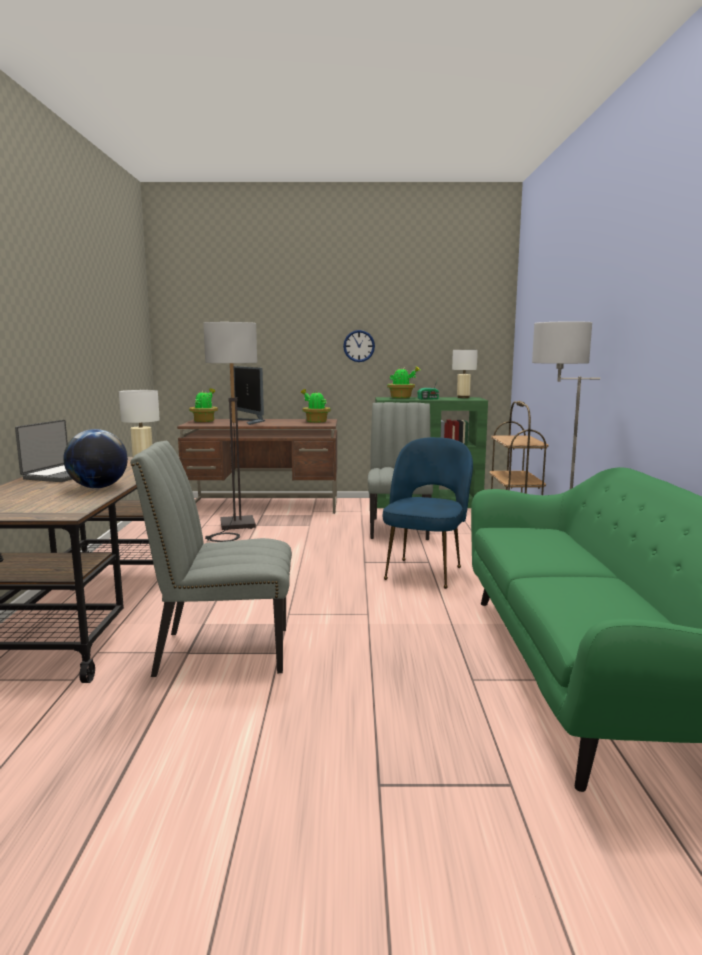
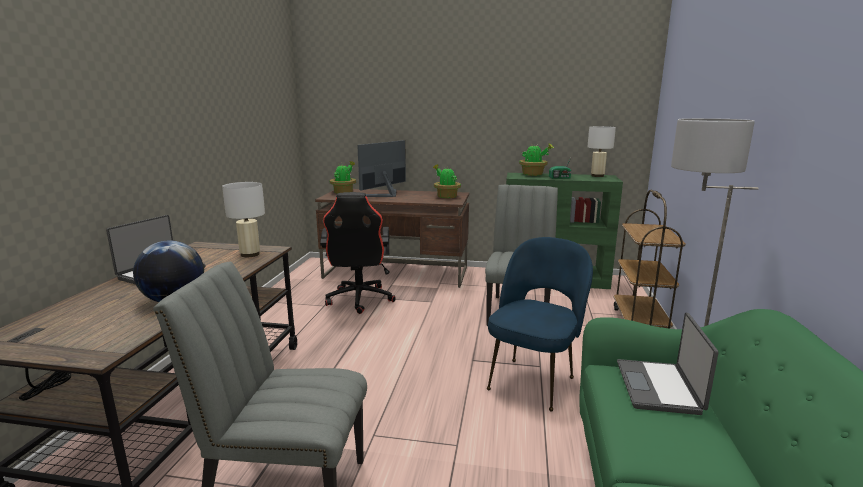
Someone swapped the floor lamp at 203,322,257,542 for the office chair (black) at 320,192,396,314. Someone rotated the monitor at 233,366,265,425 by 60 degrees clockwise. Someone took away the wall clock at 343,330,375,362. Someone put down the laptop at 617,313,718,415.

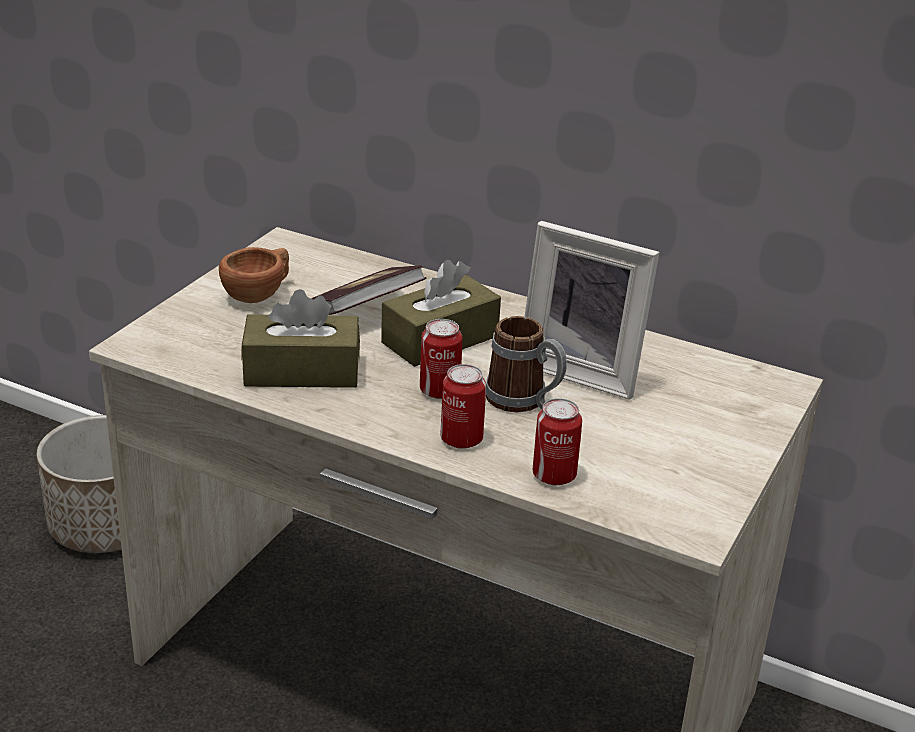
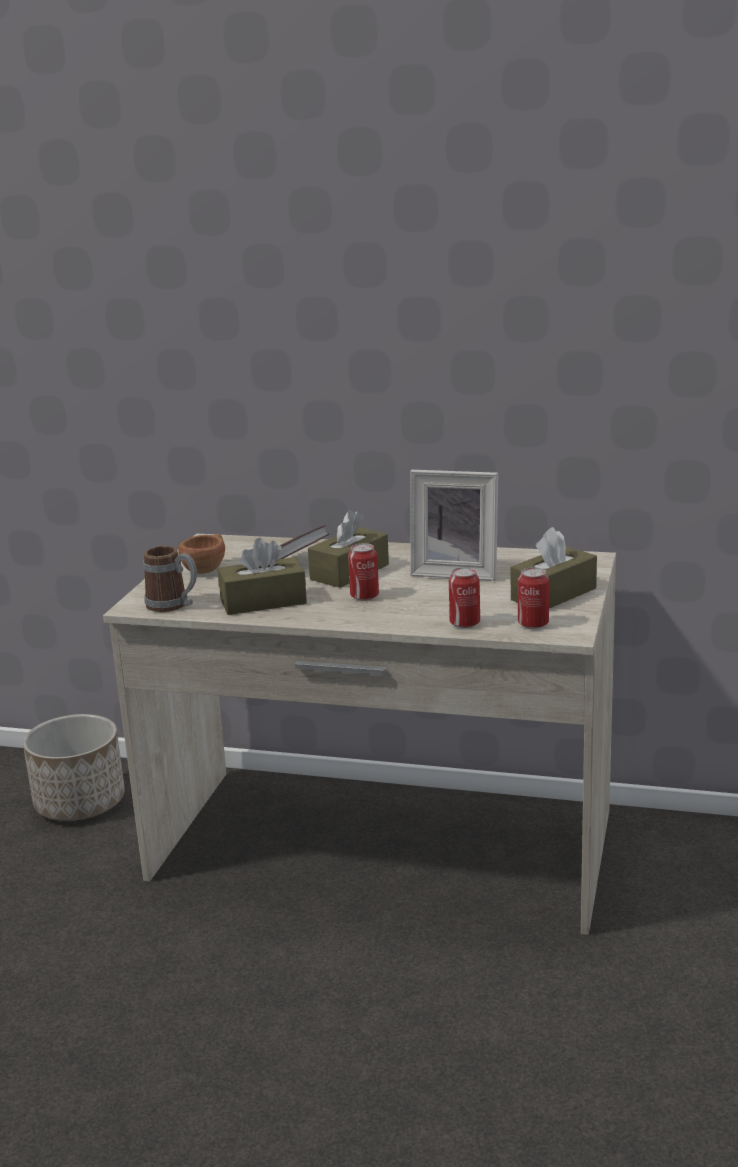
Someone carried the can from 440,364,486,449 to 518,567,549,629. Someone carried the mug from 486,316,567,412 to 143,546,197,612. Someone put down the tissue box (brown) at 511,527,597,608.

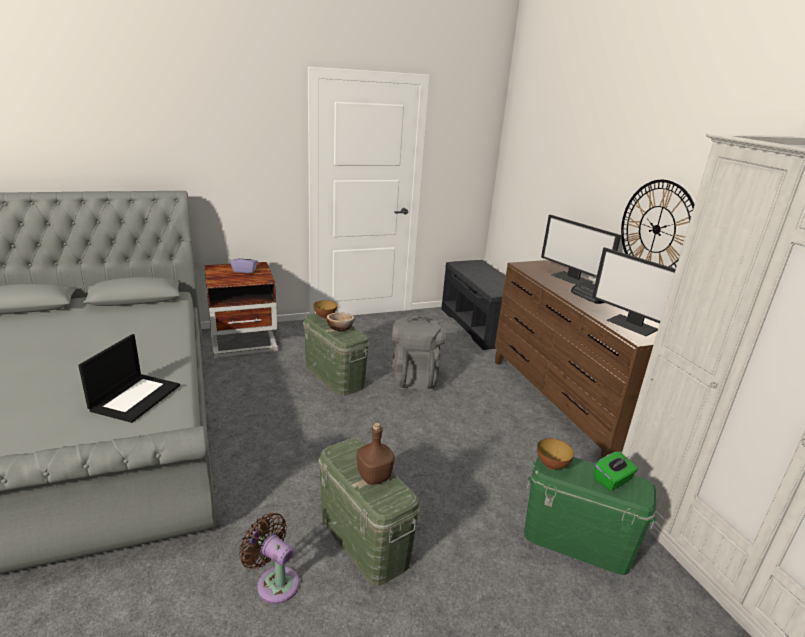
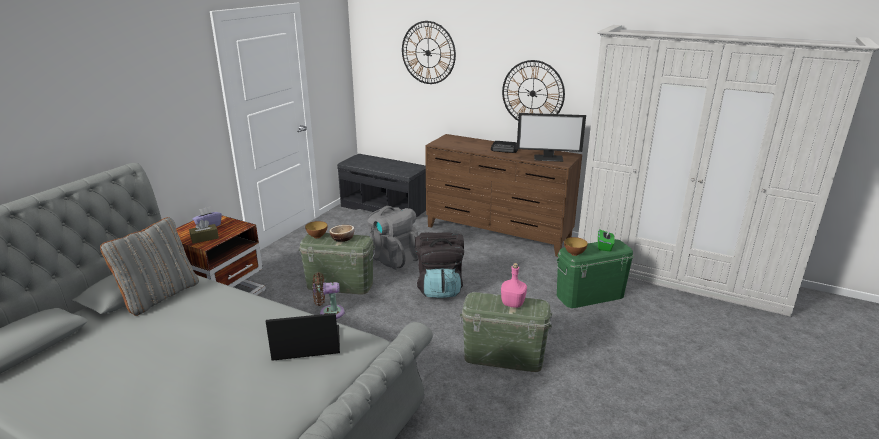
Someone rotated the laptop at 78,334,180,423 by 75 degrees counterclockwise. Someone carried the fan (brown) from 239,513,300,604 to 313,272,345,319. Someone repainted the bottle (brown) at 357,422,395,485, which became the bottle (pink) at 501,263,527,308. Someone took away the monitor at 541,215,621,285. Someone put down the pillow (grey) at 100,217,199,316. Someone put down the tissue box (brown) at 189,220,219,244. Someone put up the wall clock at 402,21,456,84. Someone put down the backpack (black) at 415,232,464,298.

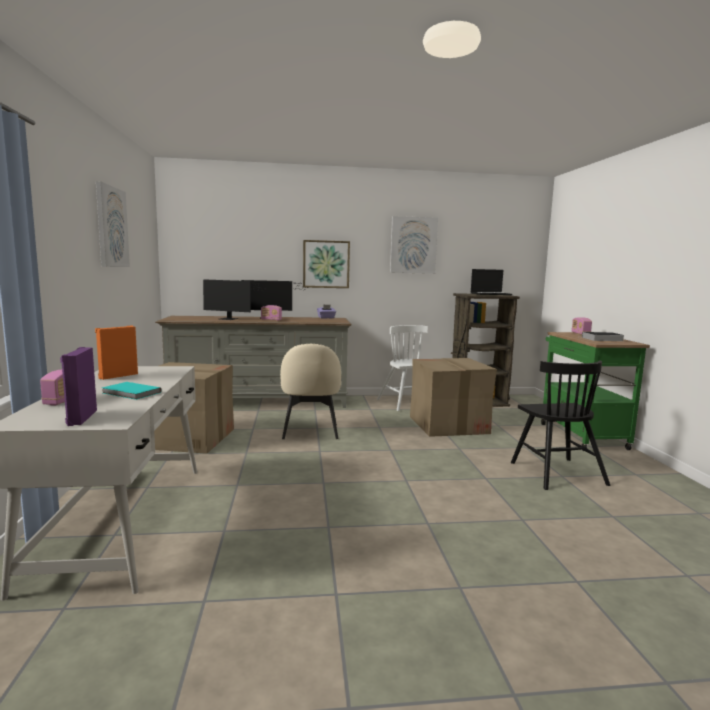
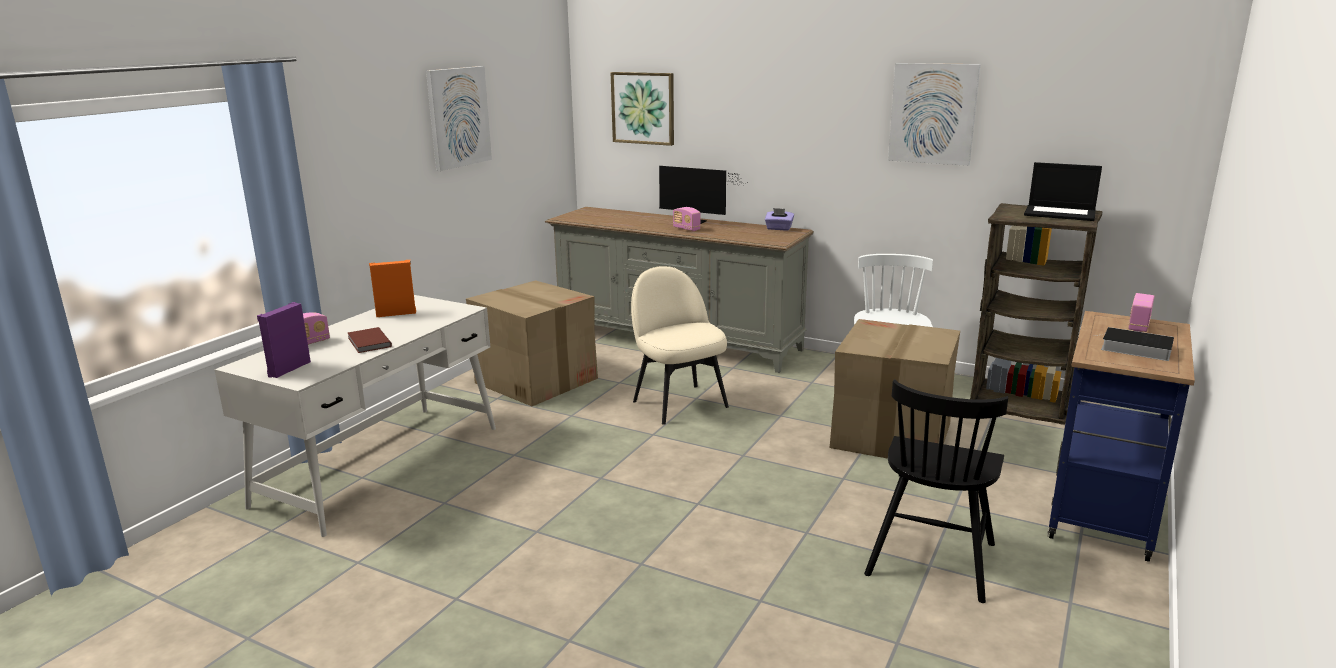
Someone repainted the book (turquoise) at 102,382,162,400, which became the book (brown) at 348,327,392,353. Someone took away the monitor at 203,279,258,320. Someone rotated the chair (beige) at 280,344,341,439 by 120 degrees clockwise. Someone carried the picture from 303,240,350,288 to 611,72,674,146. Someone repainted the cart (green) at 541,332,650,451, which became the cart (blue) at 1047,311,1195,562.

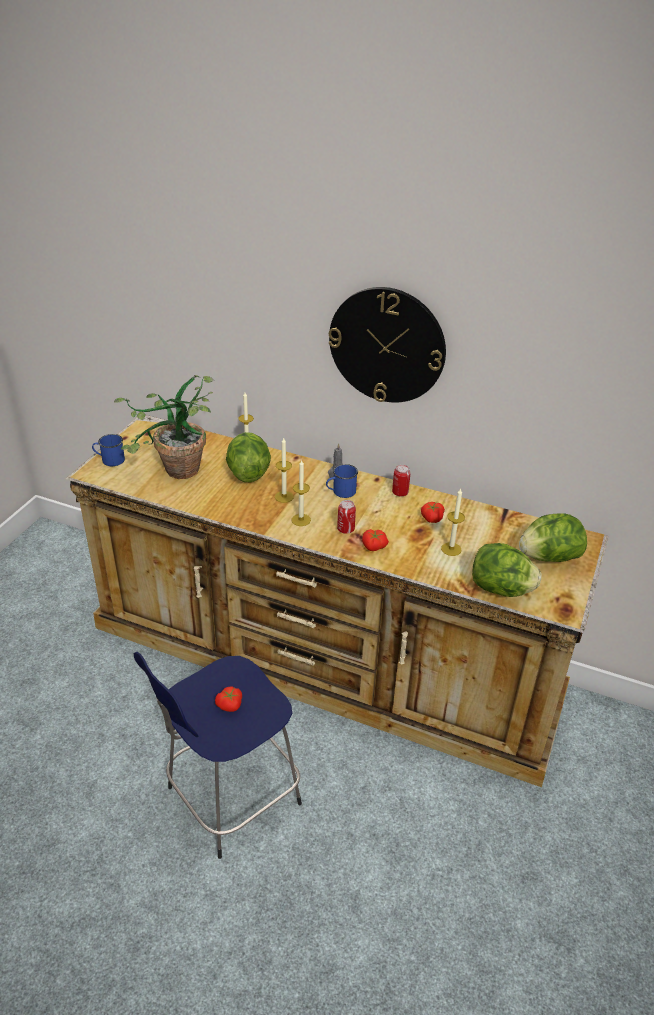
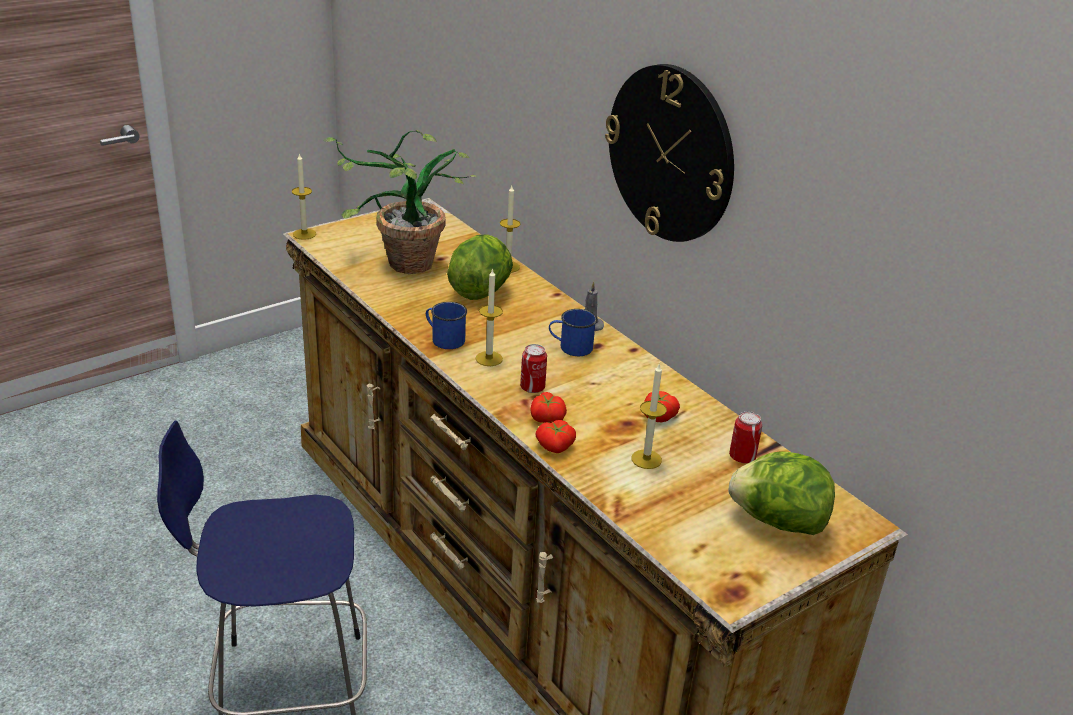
Someone carried the mug (blue) from 92,434,125,466 to 426,302,467,349. Someone carried the tomato from 215,686,242,712 to 535,420,576,453. Someone carried the candle from 275,438,294,503 to 292,153,316,240. Someone carried the can from 392,464,411,497 to 729,411,762,463. Someone took away the lettuce at 472,543,541,597.

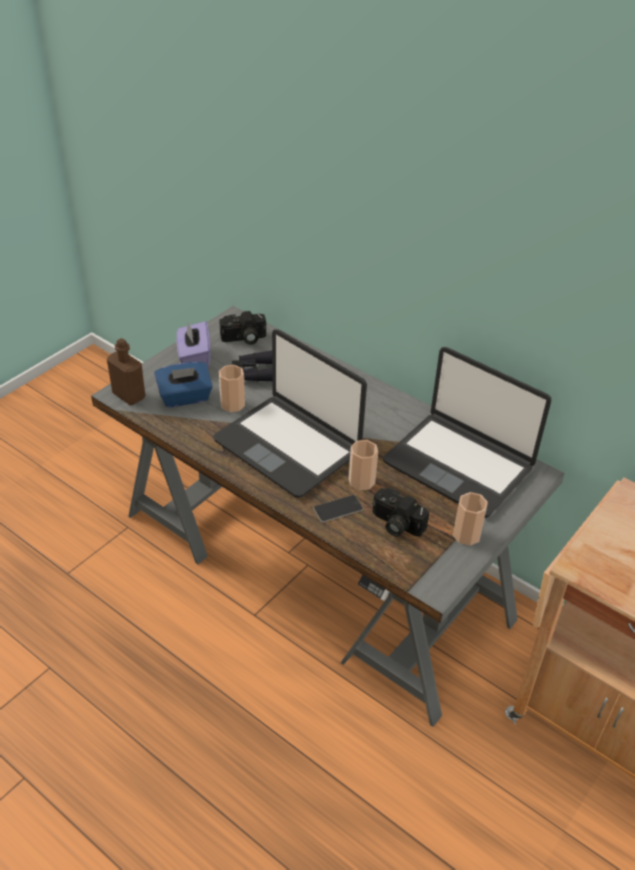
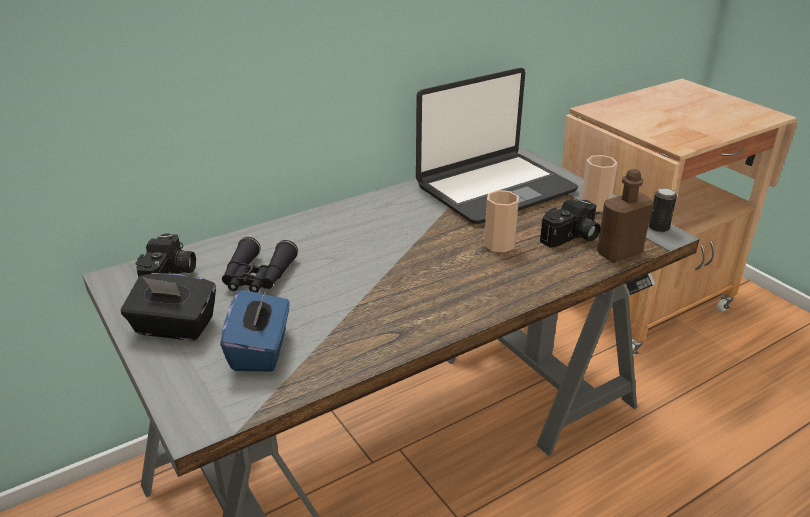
Someone carried the bottle (brown) from 107,338,145,405 to 597,169,653,263. Someone repainted the tissue box (purple) at 176,321,211,368, which became the tissue box (black) at 121,273,216,340. Someone took away the laptop at 213,329,367,498. Someone took away the cup at 219,365,245,412. Someone took away the phone at 313,495,363,522. Someone put down the can at 649,188,677,232.

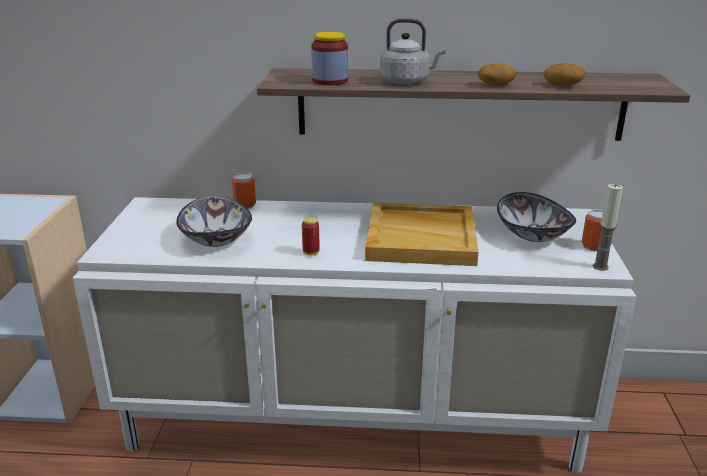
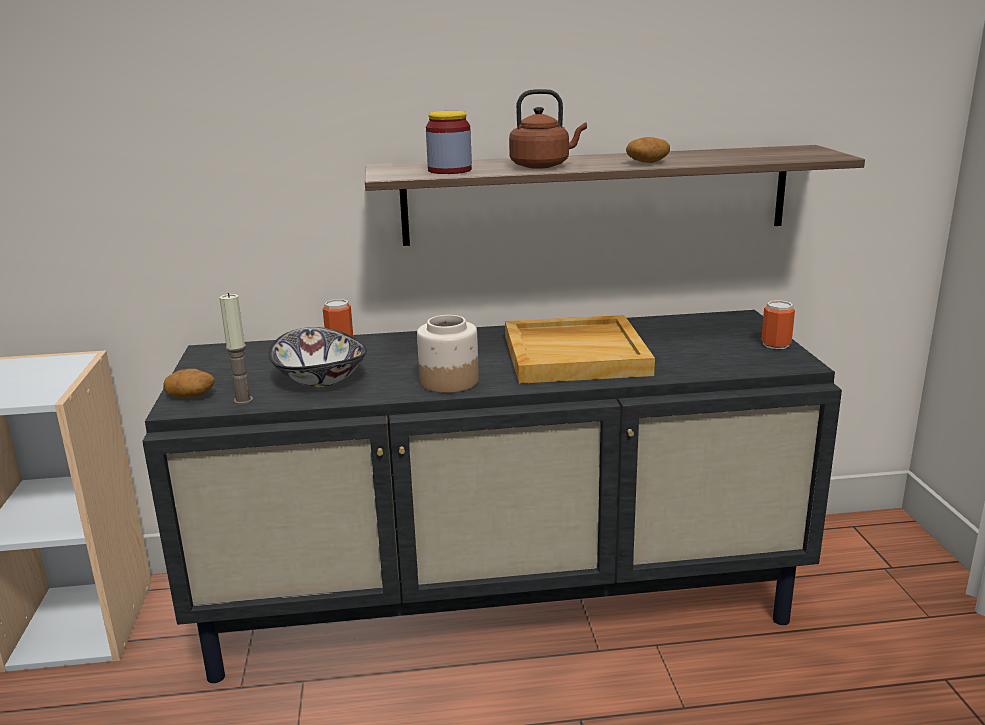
Someone repainted the cabinet (white) at 73,197,636,473, which became the cabinet (black) at 142,310,842,683. Someone swapped the can at 302,217,320,255 for the jar at 417,315,479,393. Someone repainted the kettle (grey) at 380,18,446,85, which became the kettle (brown) at 509,89,587,169. Someone took away the bowl at 497,192,576,242. Someone carried the potato from 543,63,586,86 to 163,369,215,397. Someone carried the candle from 593,184,623,271 to 219,293,253,404.

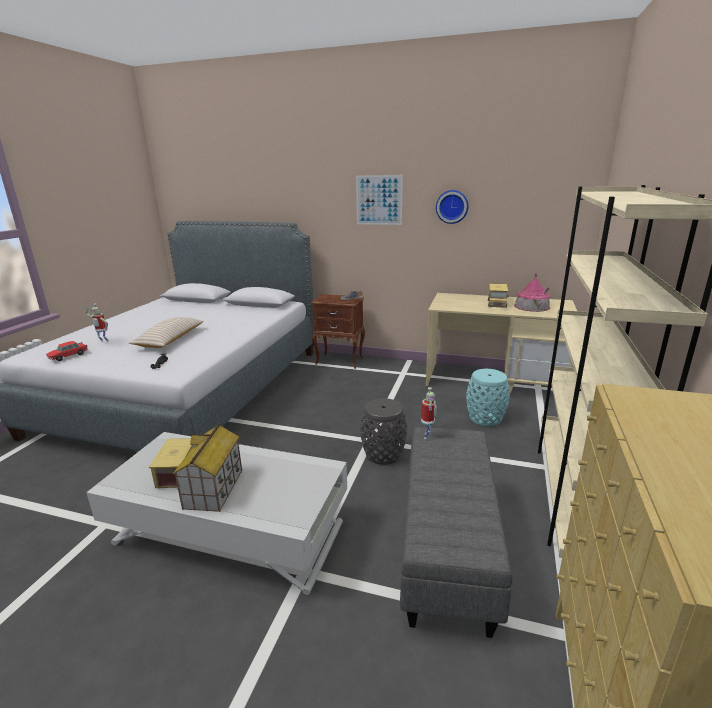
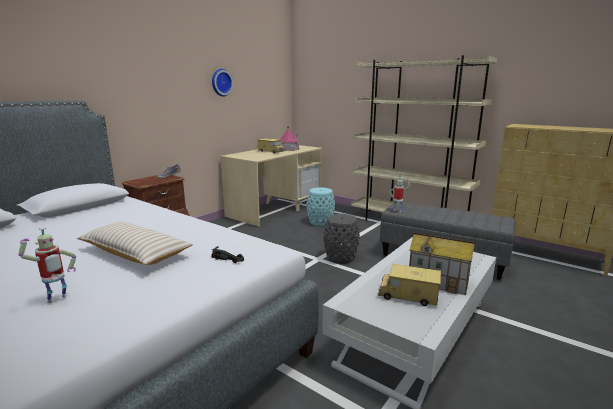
Someone took away the toy car at 46,341,88,361. Someone took away the picture at 356,175,403,225.

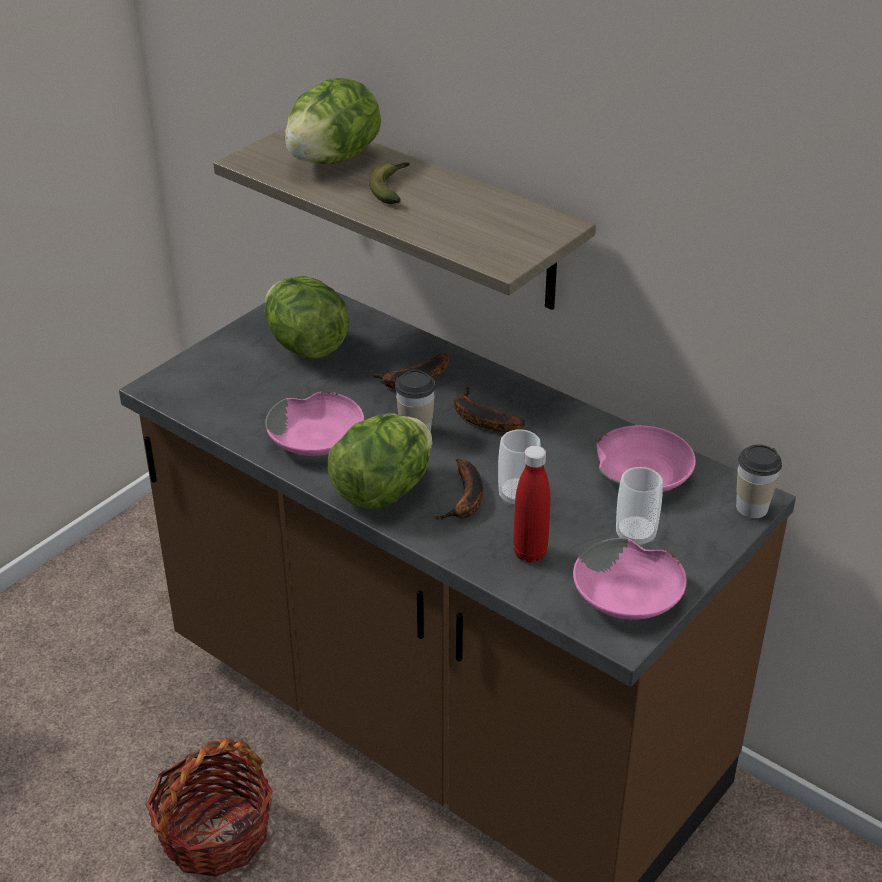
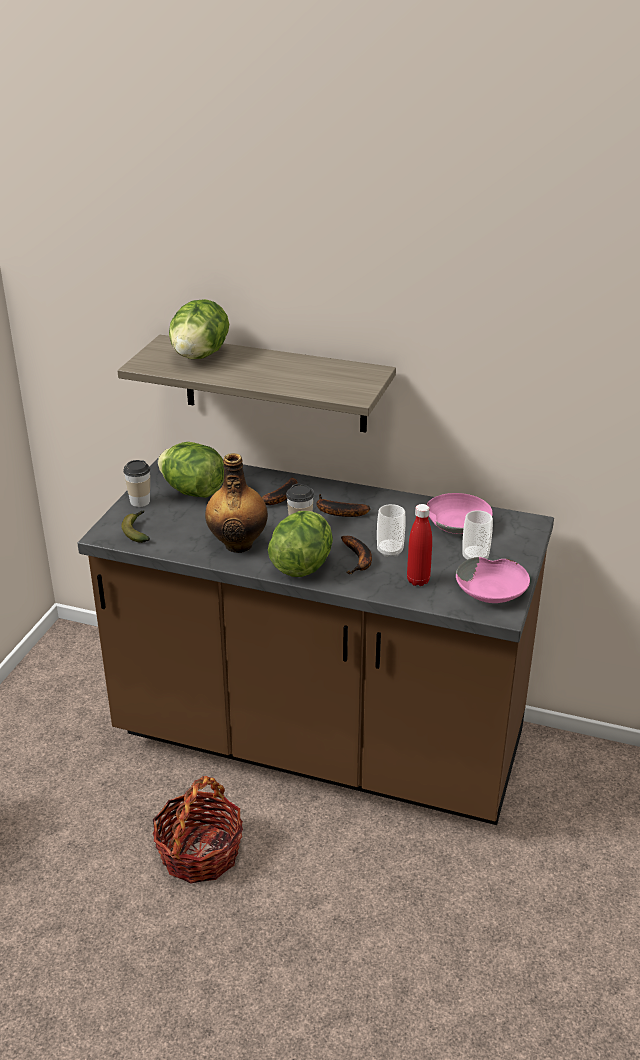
Someone swapped the bowl (pink) at 265,391,364,456 for the bottle at 205,453,268,553. Someone carried the banana from 369,162,410,204 to 122,511,150,543. Someone carried the cup from 736,444,782,518 to 123,460,150,507.

